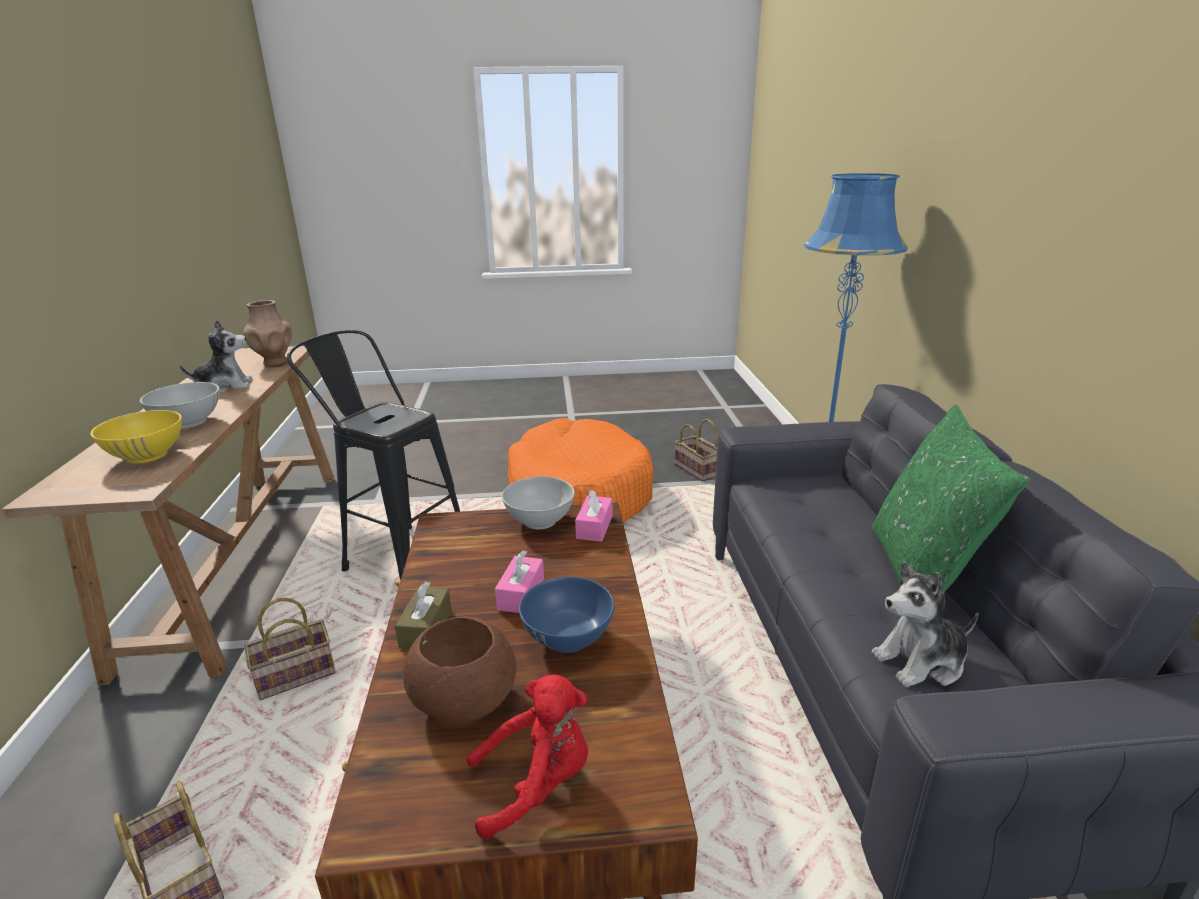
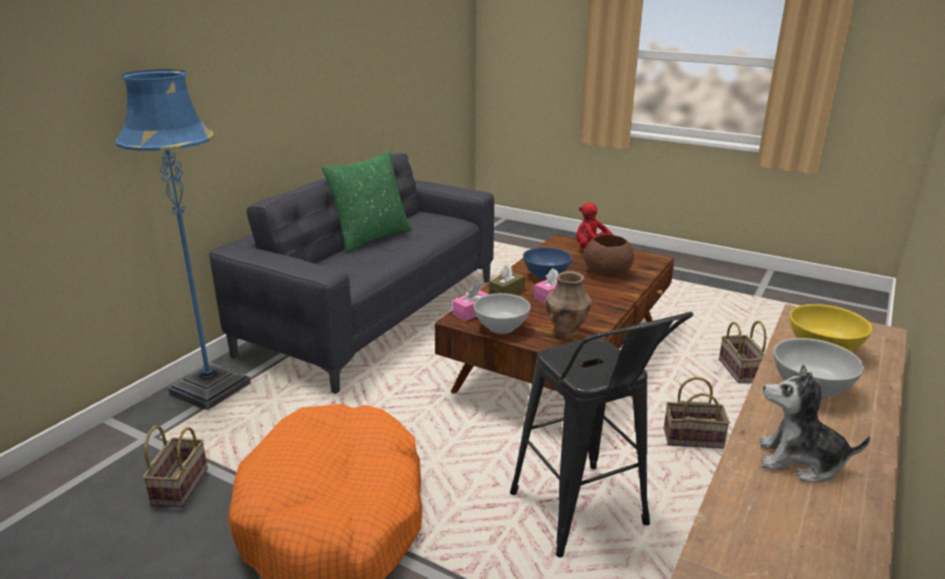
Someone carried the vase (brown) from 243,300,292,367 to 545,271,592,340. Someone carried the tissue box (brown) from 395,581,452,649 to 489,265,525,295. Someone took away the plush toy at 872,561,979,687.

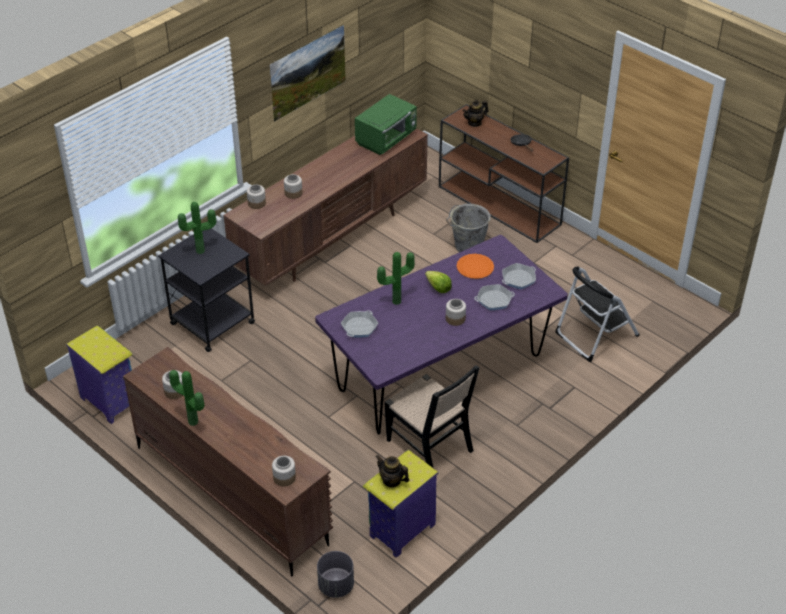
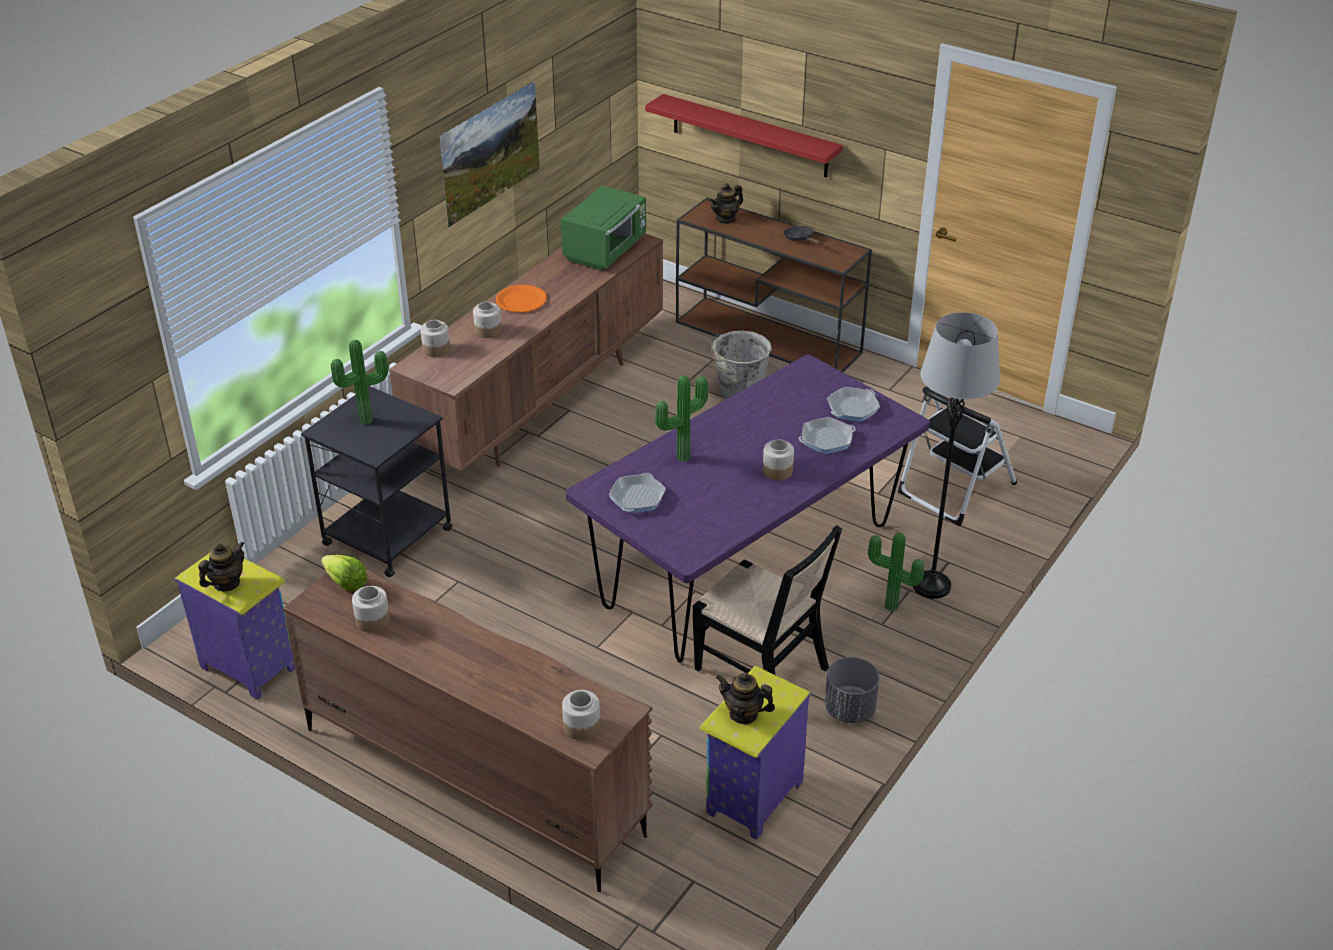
Someone carried the potted plant from 169,370,205,426 to 868,533,924,612. Someone carried the planter (grey) from 317,551,354,598 to 825,657,880,723. Someone carried the lettuce from 425,271,452,293 to 321,555,368,591. Someone carried the plate (orange) from 457,254,494,279 to 496,285,547,312. Someone put down the teapot at 198,541,245,591. Someone put up the shelf (red) at 645,94,843,178. Someone put down the floor lamp (grey) at 913,312,1000,599.

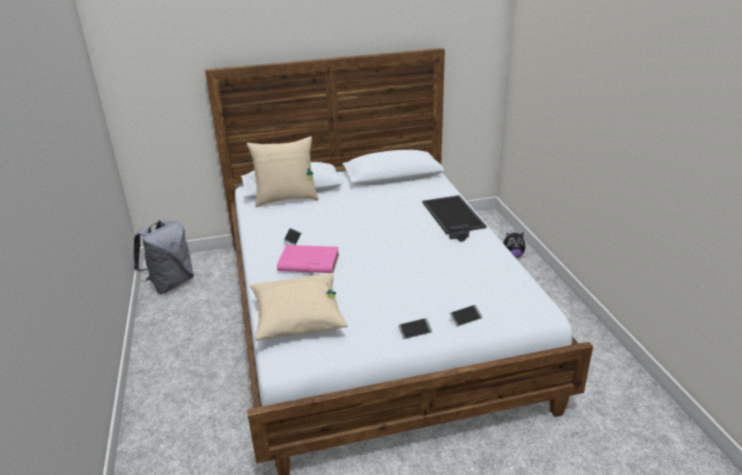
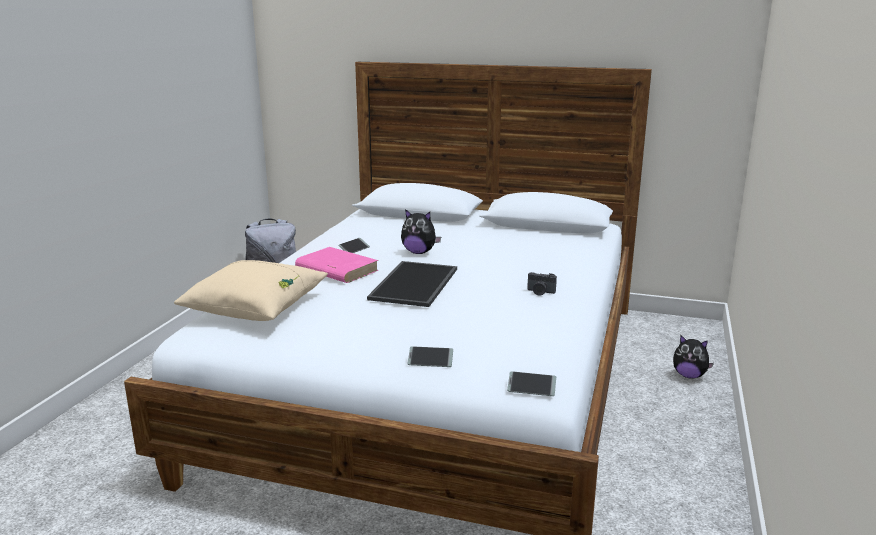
Someone took away the pillow (beige) at 247,136,319,207. Someone carried the phone from 398,318,432,339 to 507,371,556,396. Someone carried the tray from 422,195,487,235 to 367,261,457,307. Someone put down the plush toy at 401,209,441,254.

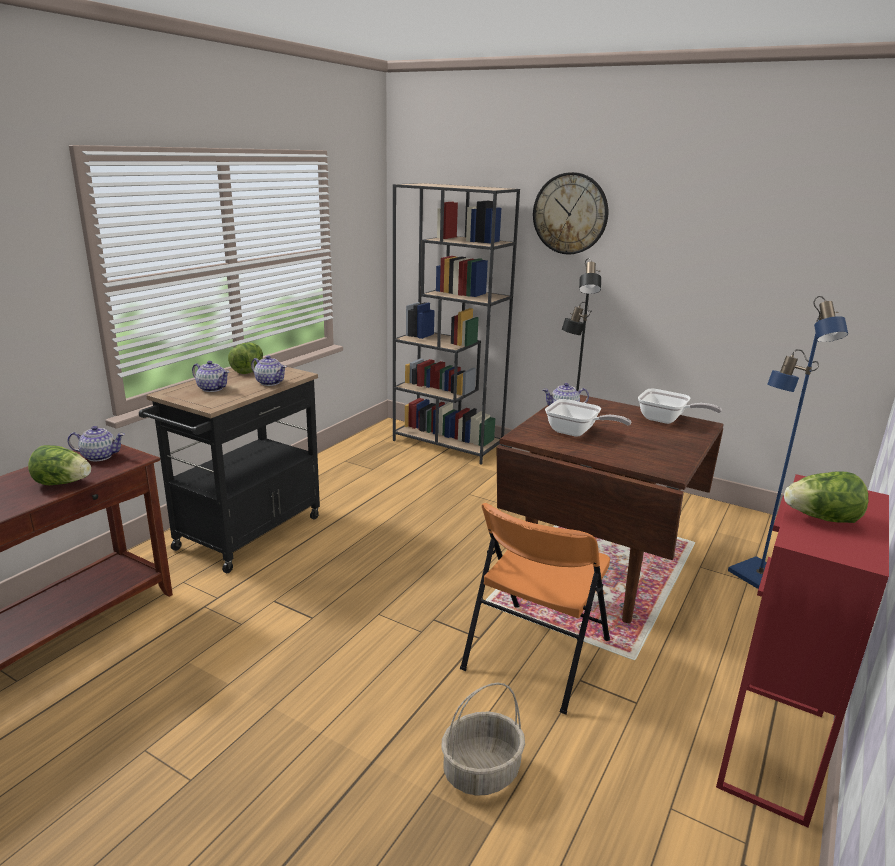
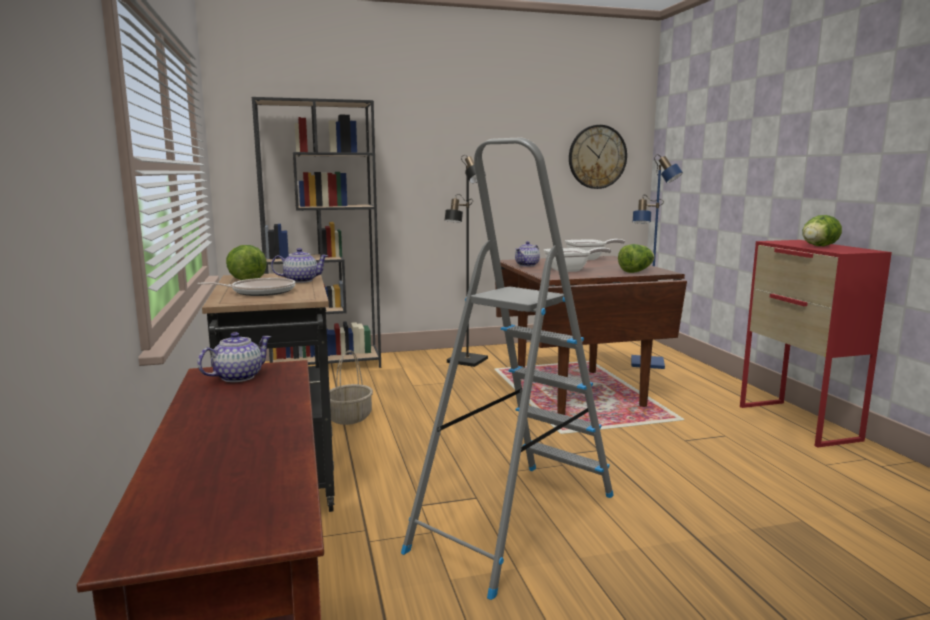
Someone carried the lettuce from 28,445,91,485 to 618,244,655,273. Someone swapped the teapot at 192,361,229,392 for the frying pan at 197,278,295,296. Someone carried the basket from 441,683,525,796 to 330,350,373,425. Someone took away the chair (orange) at 460,503,610,715. Someone carried the wall clock from 533,172,608,254 to 569,125,627,189. Someone put down the step ladder (grey) at 401,138,614,600.

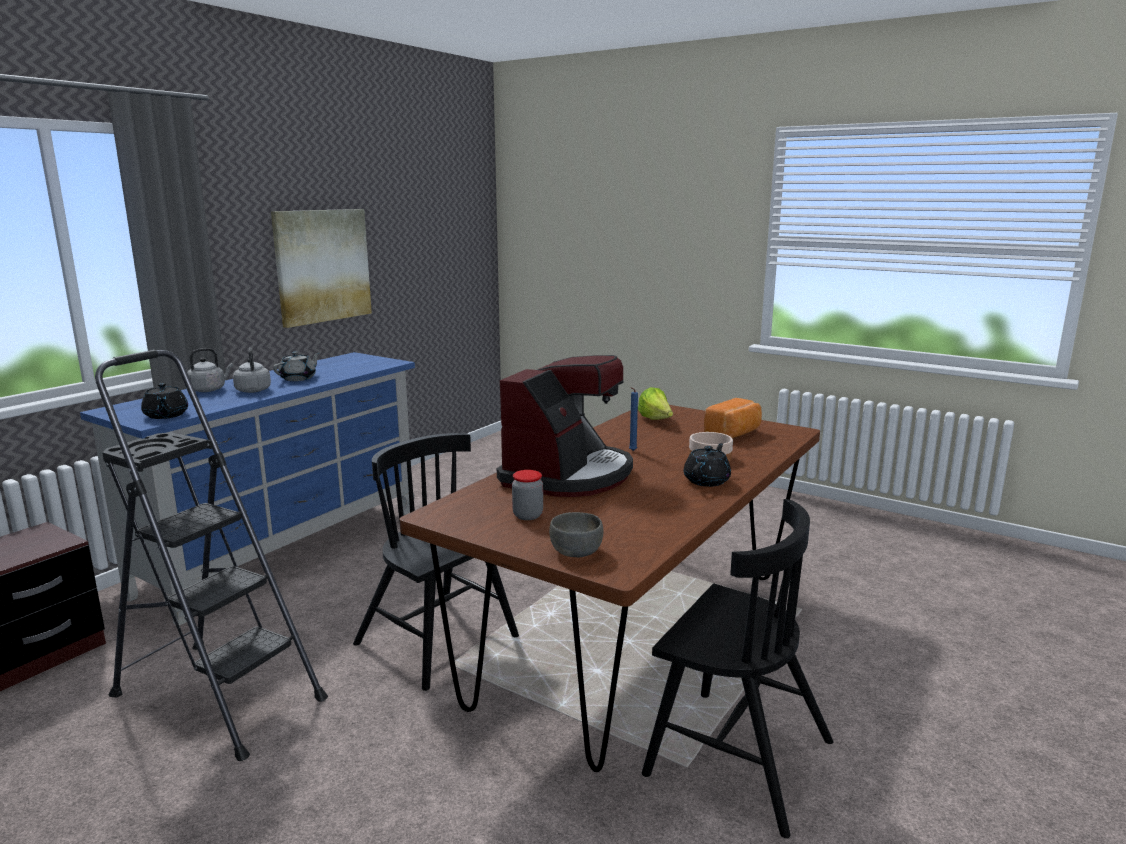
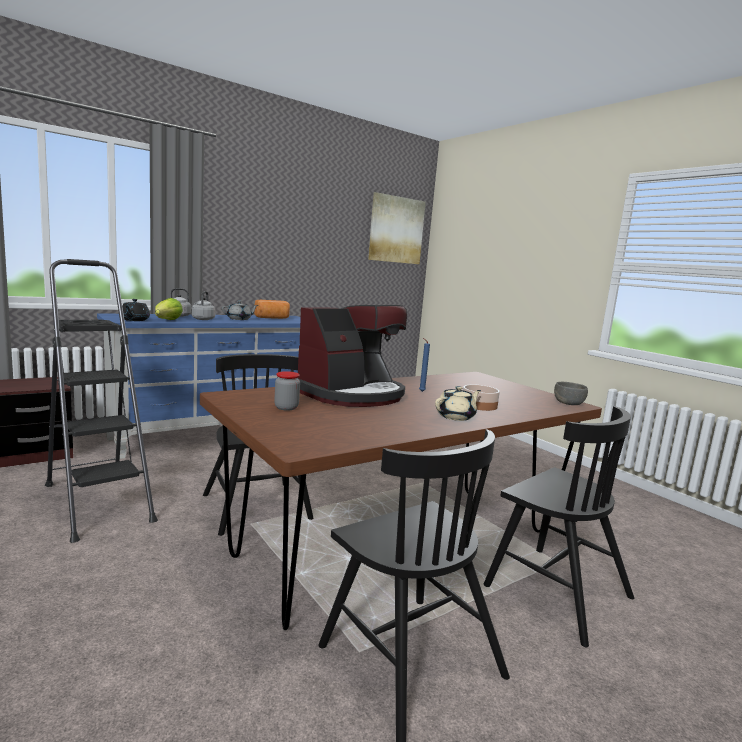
Someone carried the picture from 271,209,372,328 to 368,192,426,264. Someone carried the bowl (grey) from 549,512,604,557 to 554,382,588,405. Someone carried the lettuce from 638,387,673,420 to 155,298,183,320. Someone repainted the teapot (black) at 684,443,731,487, which became the teapot (beige) at 435,386,481,421. Someone carried the bread from 704,398,762,438 to 254,300,290,319. Someone put down the chair (black) at 484,406,634,648.

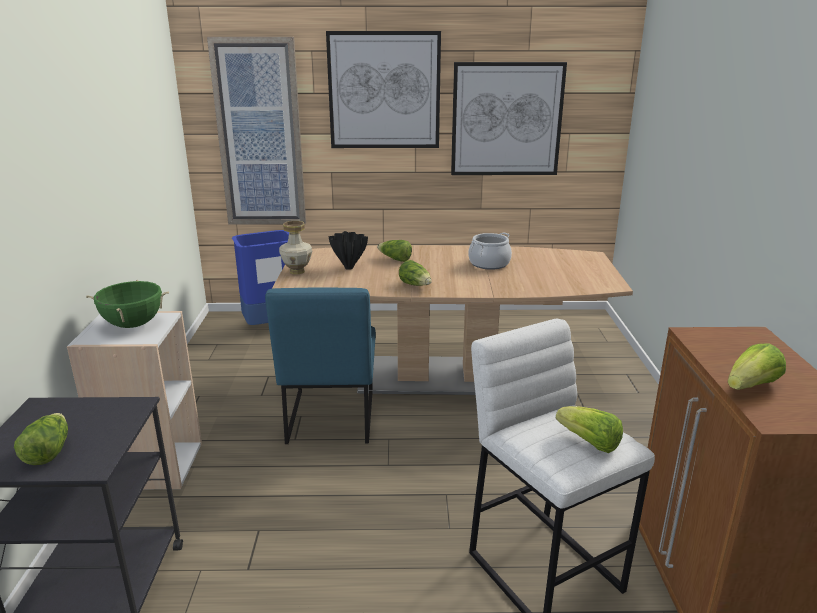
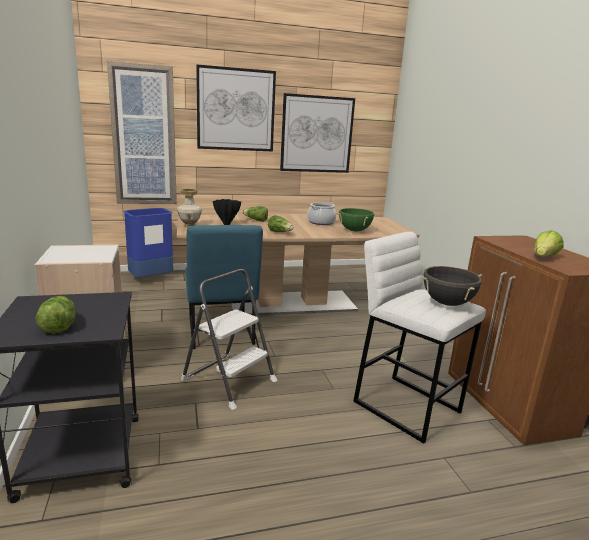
Someone carried the cooking pot (green) from 86,280,169,328 to 337,208,376,232. Someone swapped the lettuce at 556,406,623,453 for the cooking pot (black) at 422,265,482,306. Someone put down the step ladder (white) at 181,269,278,410.

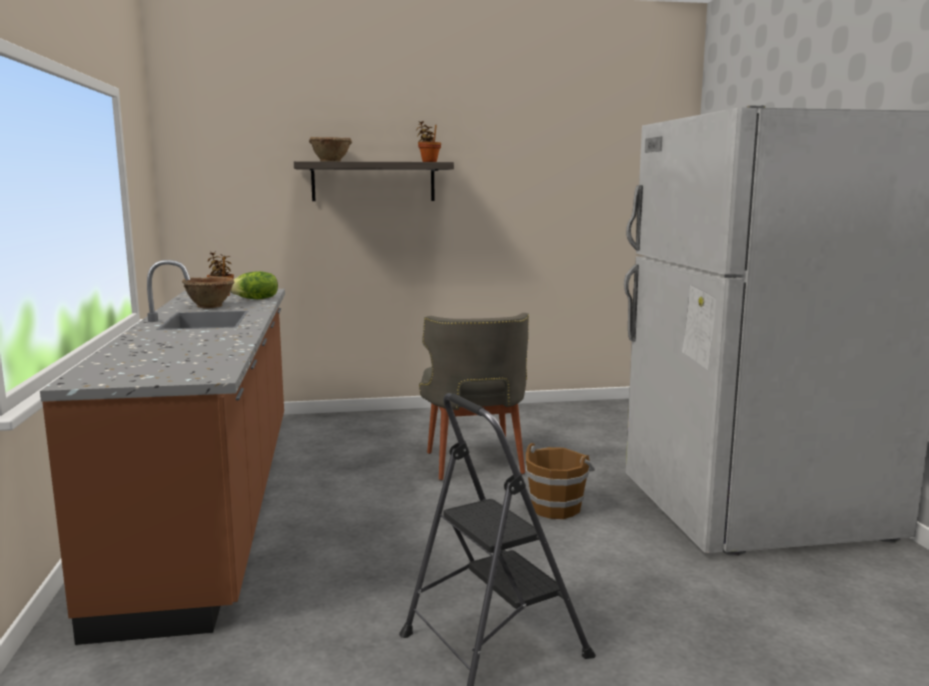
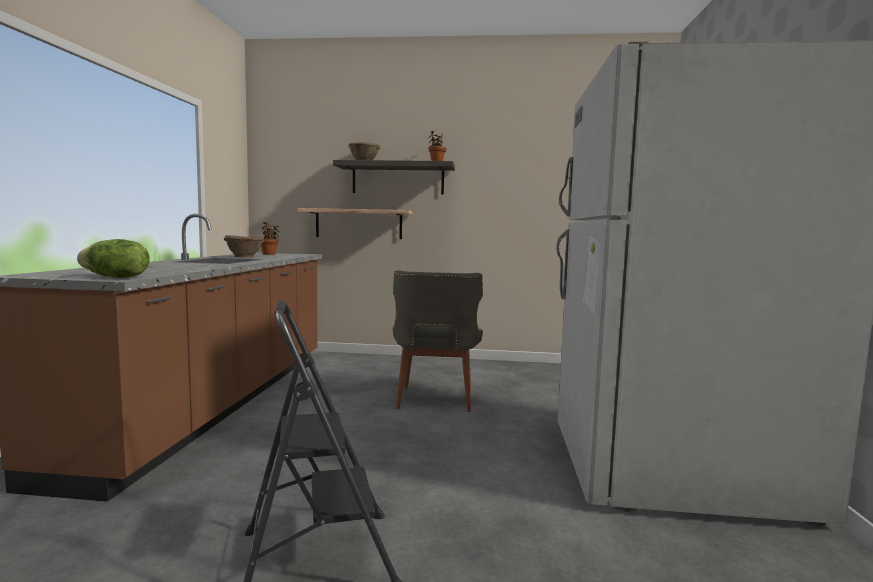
Someone carried the lettuce from 231,271,278,299 to 77,239,149,278. Someone took away the bucket (brown) at 526,443,595,519. Someone put up the shelf at 298,208,413,239.

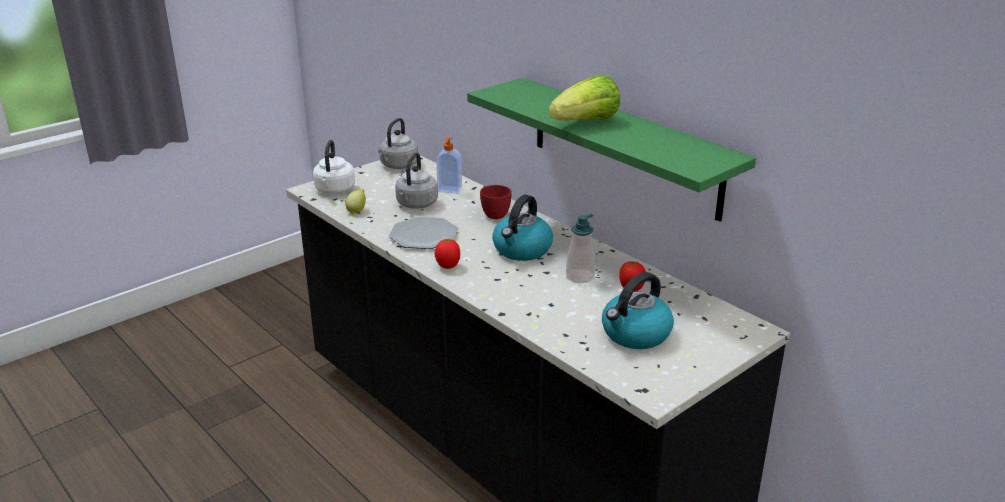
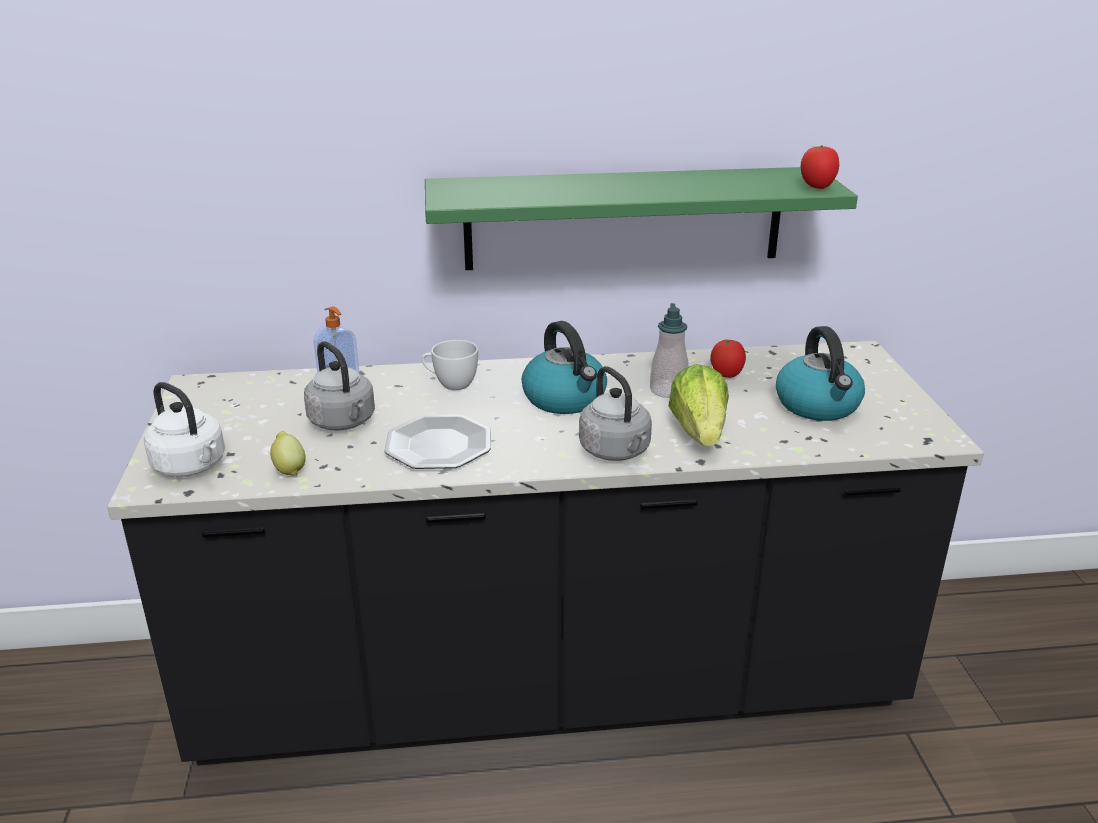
Someone carried the kettle (grey) from 378,118,418,169 to 579,366,652,461. Someone carried the tomato from 435,238,460,269 to 801,145,839,189. Someone repainted the cup (red) at 480,185,512,219, which became the cup (white) at 422,340,478,390. Someone carried the lettuce from 549,75,620,121 to 668,364,729,446.

